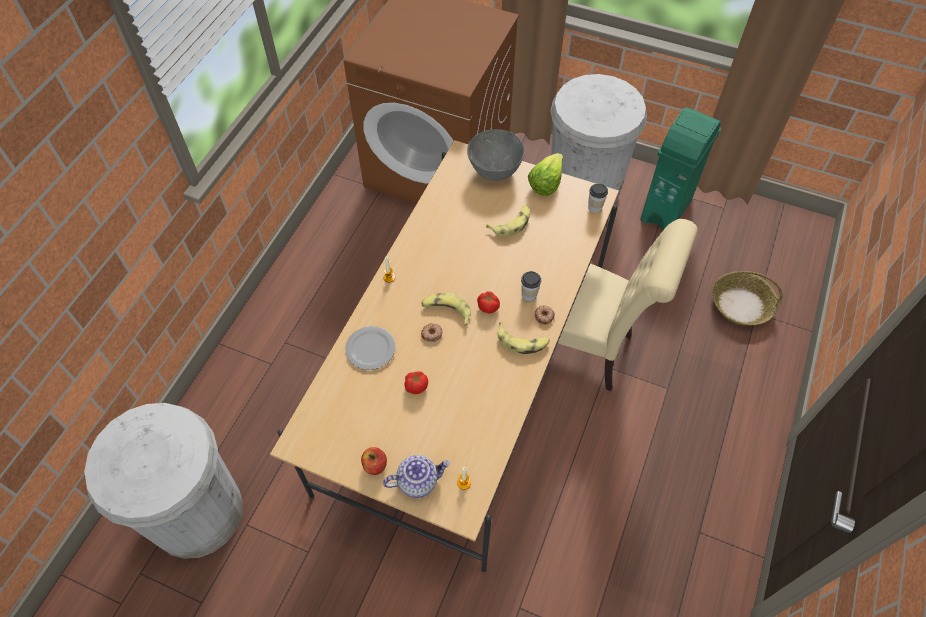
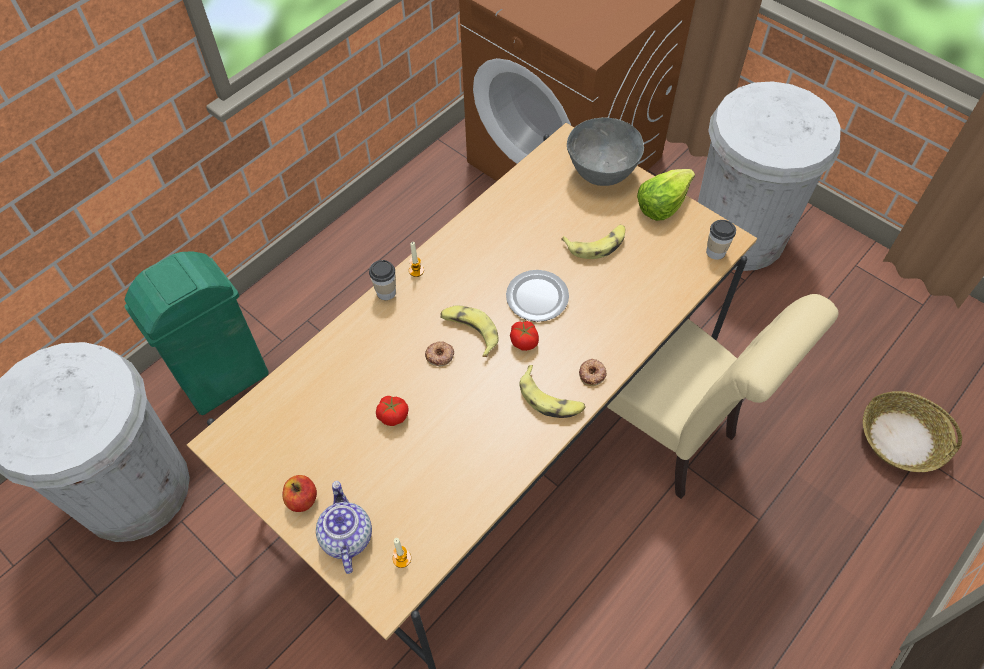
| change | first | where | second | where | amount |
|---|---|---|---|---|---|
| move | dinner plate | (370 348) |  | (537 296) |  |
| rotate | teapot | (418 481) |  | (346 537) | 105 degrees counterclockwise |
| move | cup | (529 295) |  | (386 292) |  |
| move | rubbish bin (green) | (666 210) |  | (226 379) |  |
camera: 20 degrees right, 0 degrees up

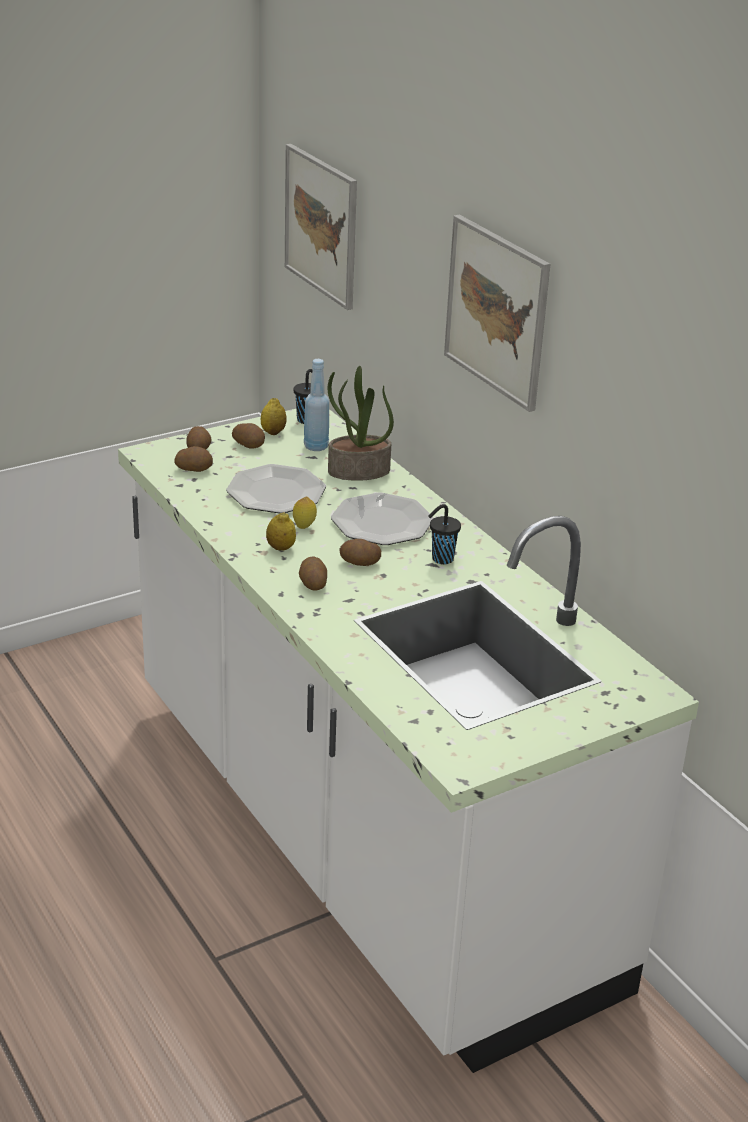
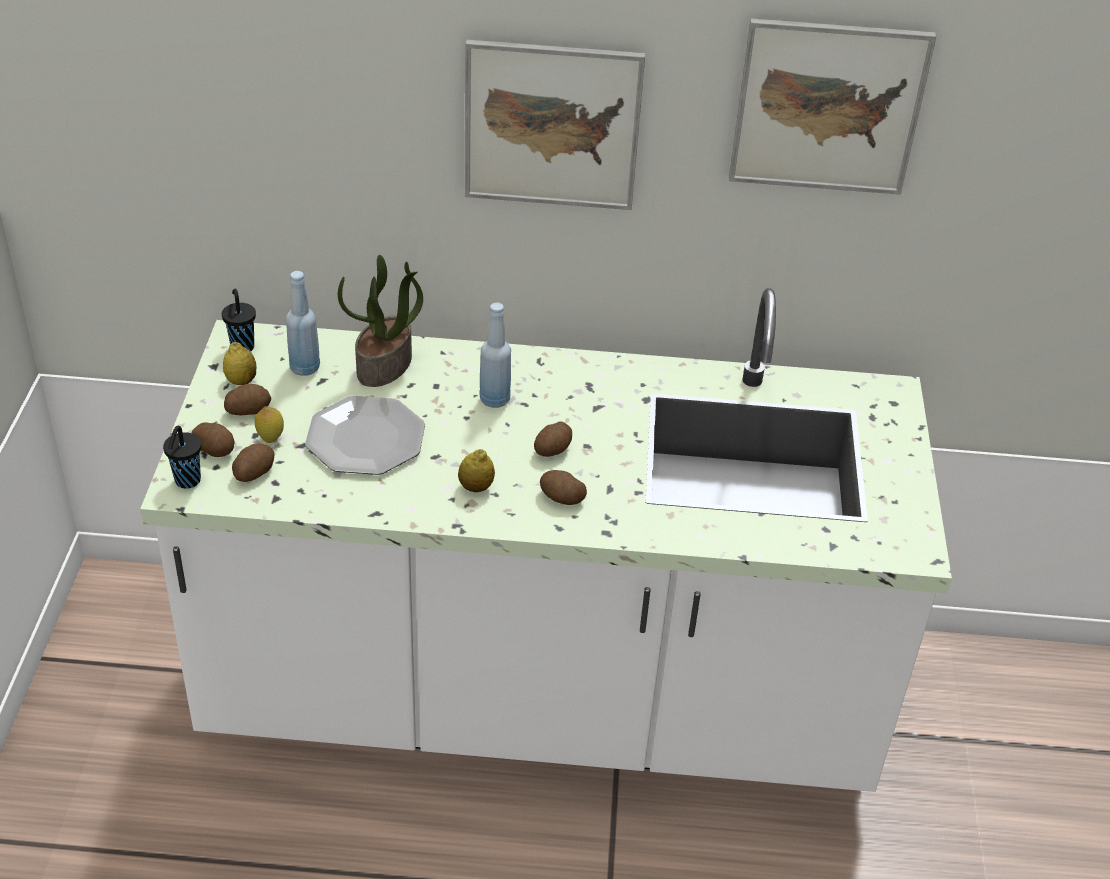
| change | first | where | second | where | amount |
|---|---|---|---|---|---|
| move | wall art | (321 225) |  | (828 107) |  |
| move | lemon | (304 527) |  | (271 439) |  |
| replace | dinner plate | (381 522) | beverage bottle (blue) | (494 399) |  |
| move | cup (black) | (441 559) |  | (187 481) |  |
camera: 55 degrees left, 10 degrees up

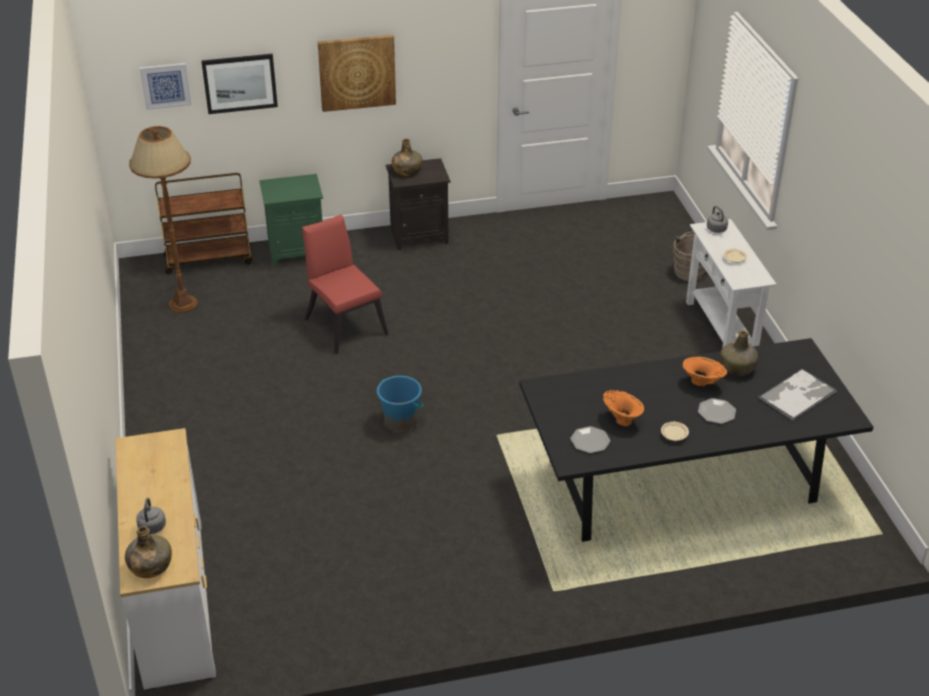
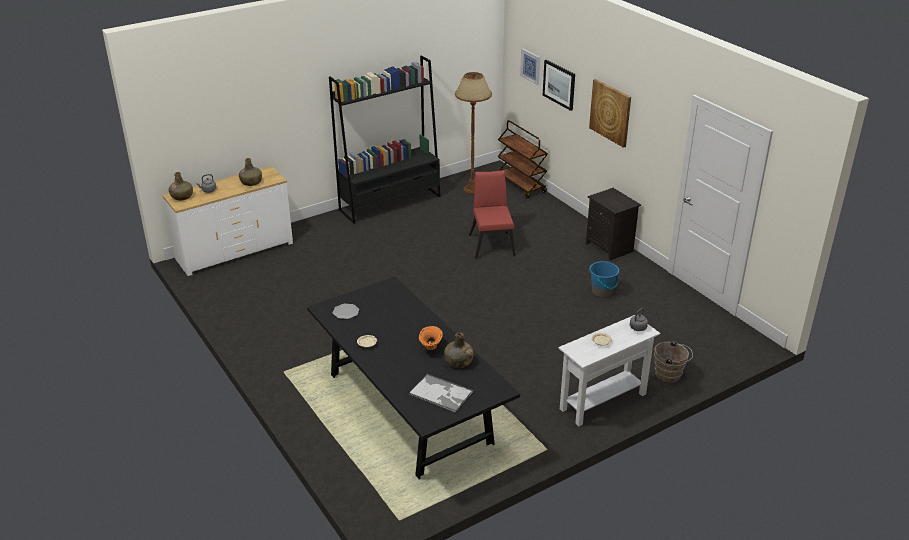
| change | first | where | second | where | amount |
|---|---|---|---|---|---|
| delete | night table (green) | (297 251) |  |  |  |
| rotate | chair (reddish) | (344 323) |  | (491 243) | 45 degrees counterclockwise |
| move | bucket (blue) | (400 421) |  | (602 292) |  |
| move | beverage bottle (green) | (407 171) |  | (251 182) |  |
| delete | flower vase (orange) | (621 419) |  |  |  |
| delete | dinner plate | (716 412) |  |  |  |
| insert |  |  | bookshelf (black) | (390 203) |  |
camera: 70 degrees right, 5 degrees down

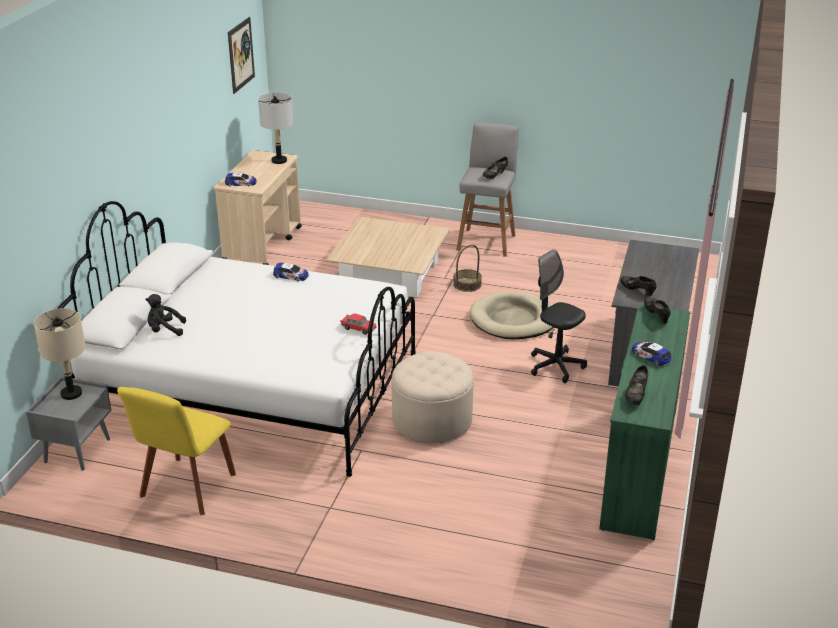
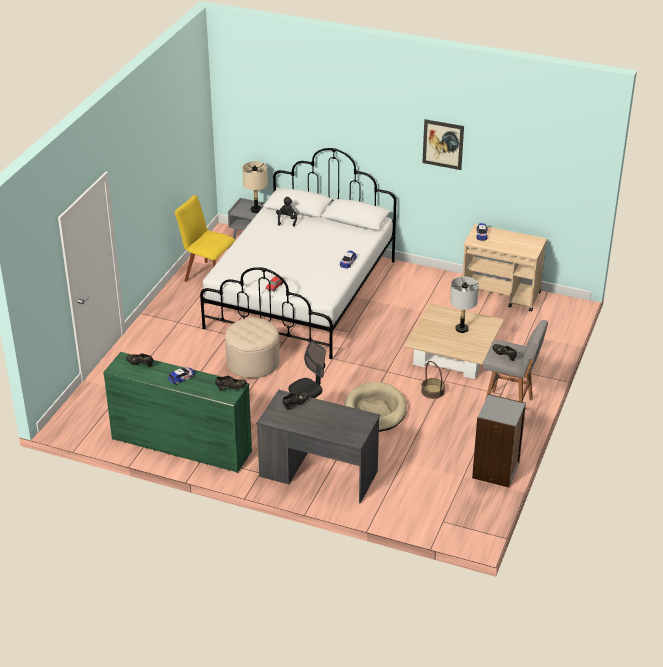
| change | first | where | second | where | amount |
|---|---|---|---|---|---|
| move | wall art | (241 55) |  | (443 144) |  |
| move | table lamp (greyish) | (279 161) |  | (461 329) |  |
| insert |  |  | bookshelf (greyish) | (496 470) |  |
camera: 95 degrees right, 5 degrees up

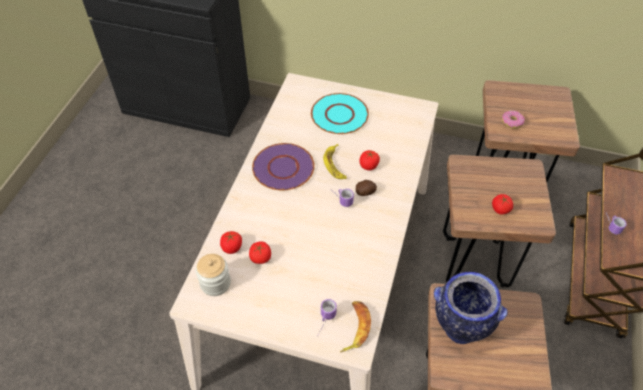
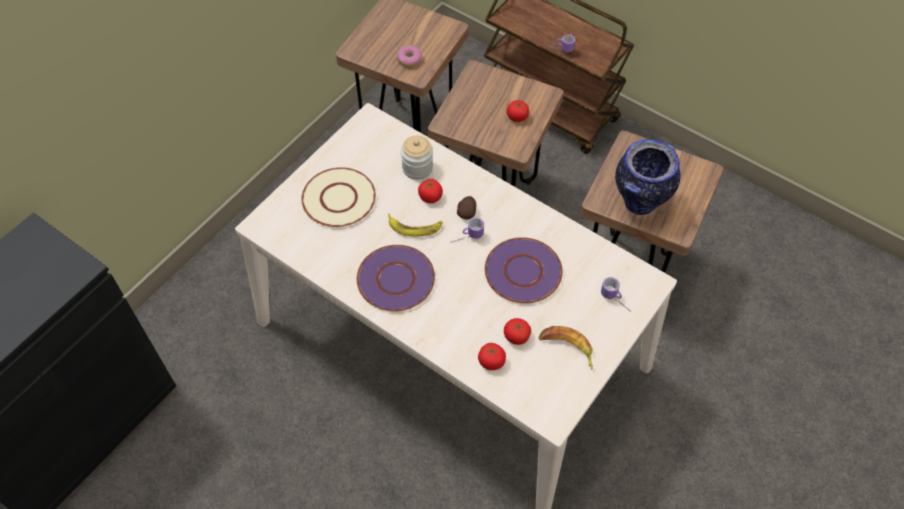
| change | first | where | second | where | amount |
|---|---|---|---|---|---|
| move | jar | (215 283) |  | (417 168) |  |
| recolor | dinner plate (turquoise) | (340 115) | dinner plate (beige-coloured) | (339 198) |  |
| move | banana fruit | (355 328) |  | (567 348) |  |
| insert |  |  | dinner plate (purple-coloured) | (522 272) |  |
camera: 70 degrees left, 5 degrees up

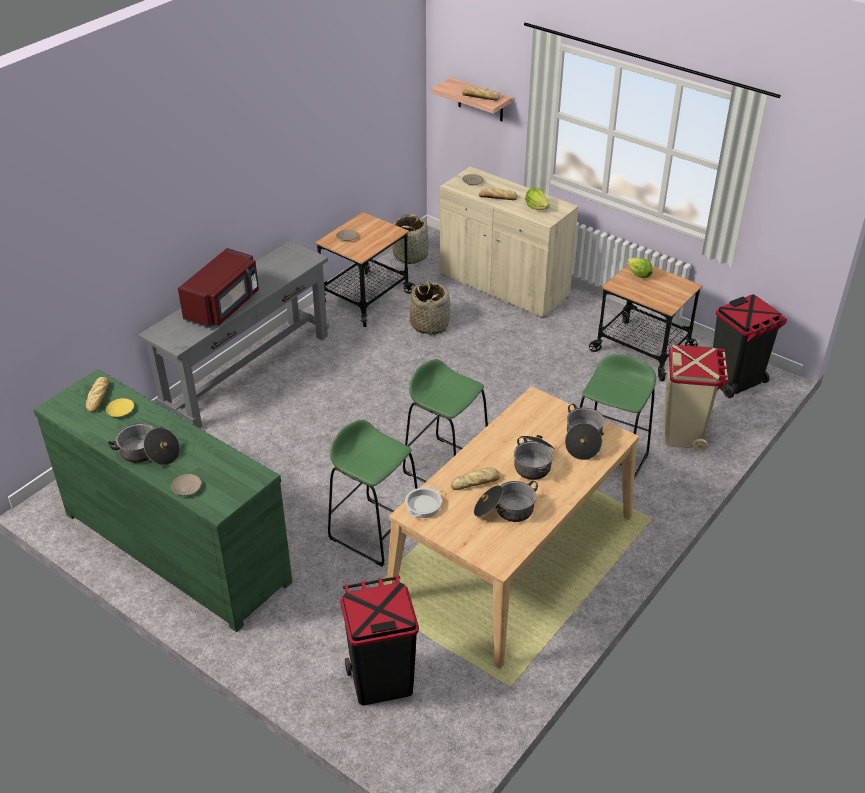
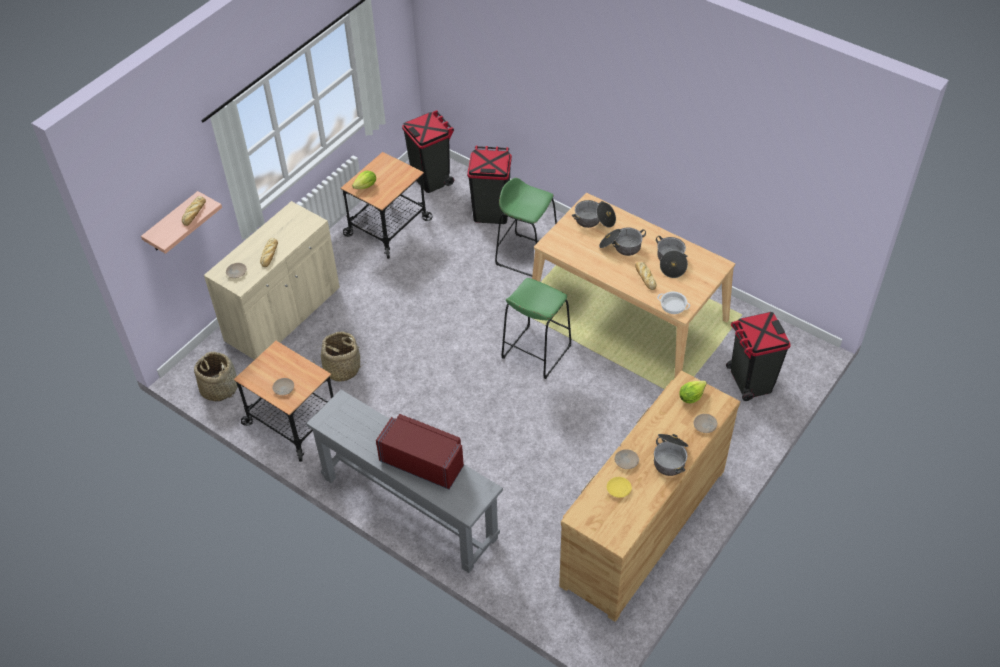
| change | first | where | second | where | amount |
|---|---|---|---|---|---|
| recolor | dresser (green) | (177 546) | dresser (brownish) | (642 526) |  |
| delete | bread | (98 398) |  |  |  |
| delete | stool (green) | (375 531) |  |  |  |
| move | lettuce | (536 207) |  | (691 397) |  |
| recolor | rubbish bin (beige-coloured) | (683 432) | rubbish bin (black) | (491 212) |  |
| insert |  |  | dinner plate (beige-coloured) | (626 461) |  |
camera: 90 degrees left, 10 degrees up

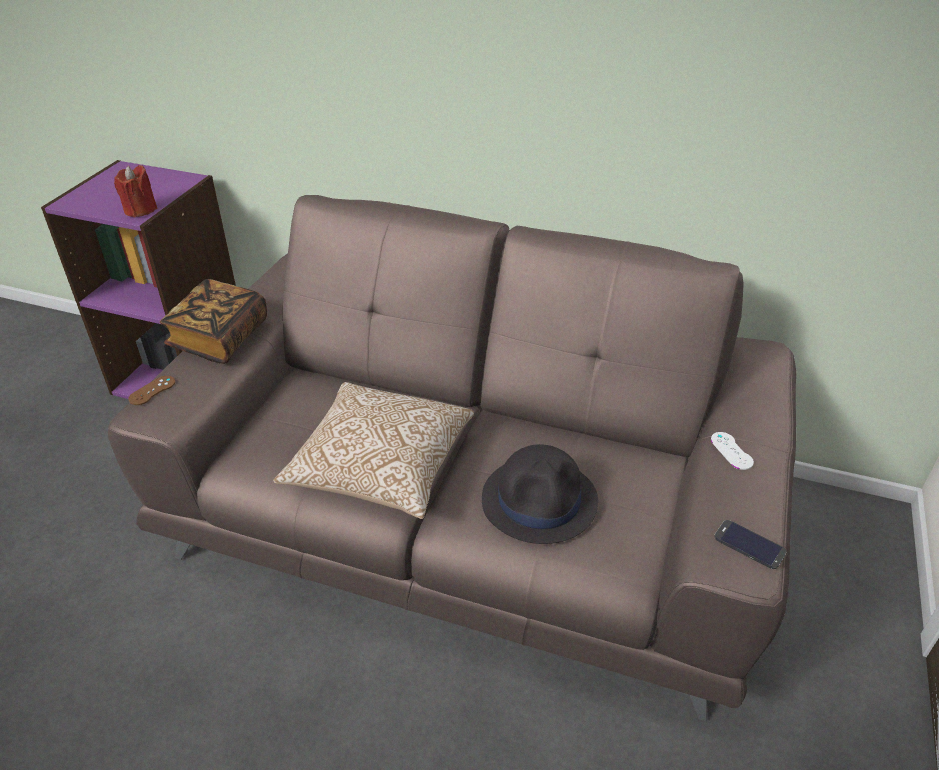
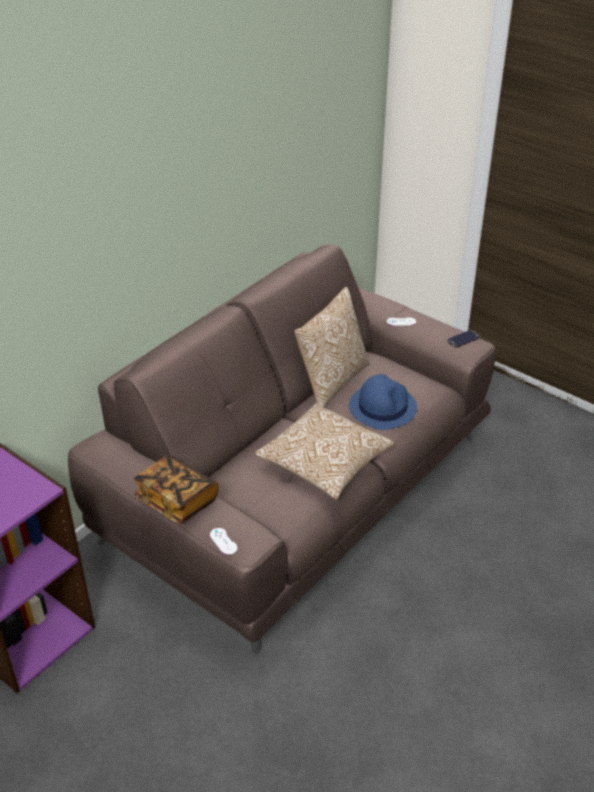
| change | first | where | second | where | amount |
|---|---|---|---|---|---|
| delete | wax candle (reddish) | (140 210) |  |  |  |
| recolor | gamepad (brownish) | (152 390) | gamepad (whitish) | (223 541) |  |
| recolor | clothing hat (black) | (540 500) | clothing hat (blue) | (382 407) |  |
| insert |  |  | cushion | (331 382) |  |
camera: 70 degrees left, 0 degrees up

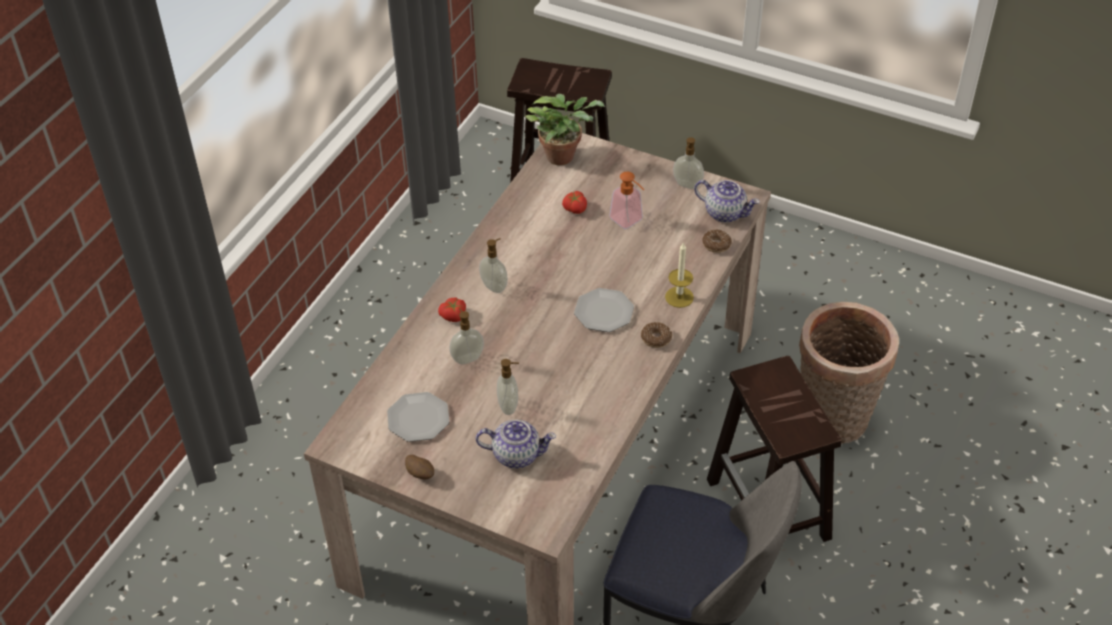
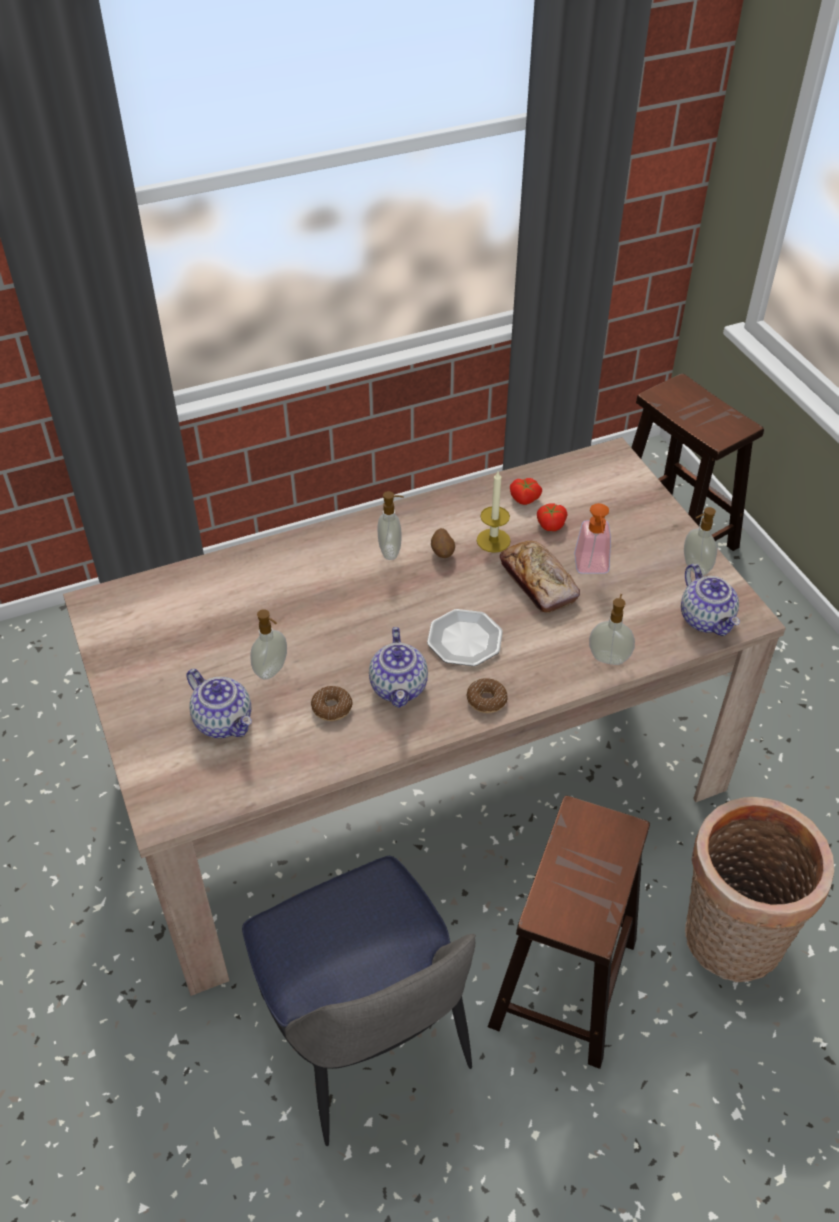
| change | first | where | second | where | amount |
|---|---|---|---|---|---|
| delete | dinner plate | (419 419) |  |  |  |
| move | spud | (420 474) |  | (442 553) |  |
| move | fresh tomato | (453 316) |  | (524 499) |  |
| move | soap dispenser | (467 358) |  | (609 657) |  |
| delete | houseplant | (564 155) |  |  |  |
| move | wax candle | (679 297) |  | (493 540) |  |
| move | doughnut | (716 244) |  | (332 708) |  |
| insert |  |  | teapot | (399 687) |  |
| insert |  |  | bread | (538 583) |  |
camera: 40 degrees right, 0 degrees up

